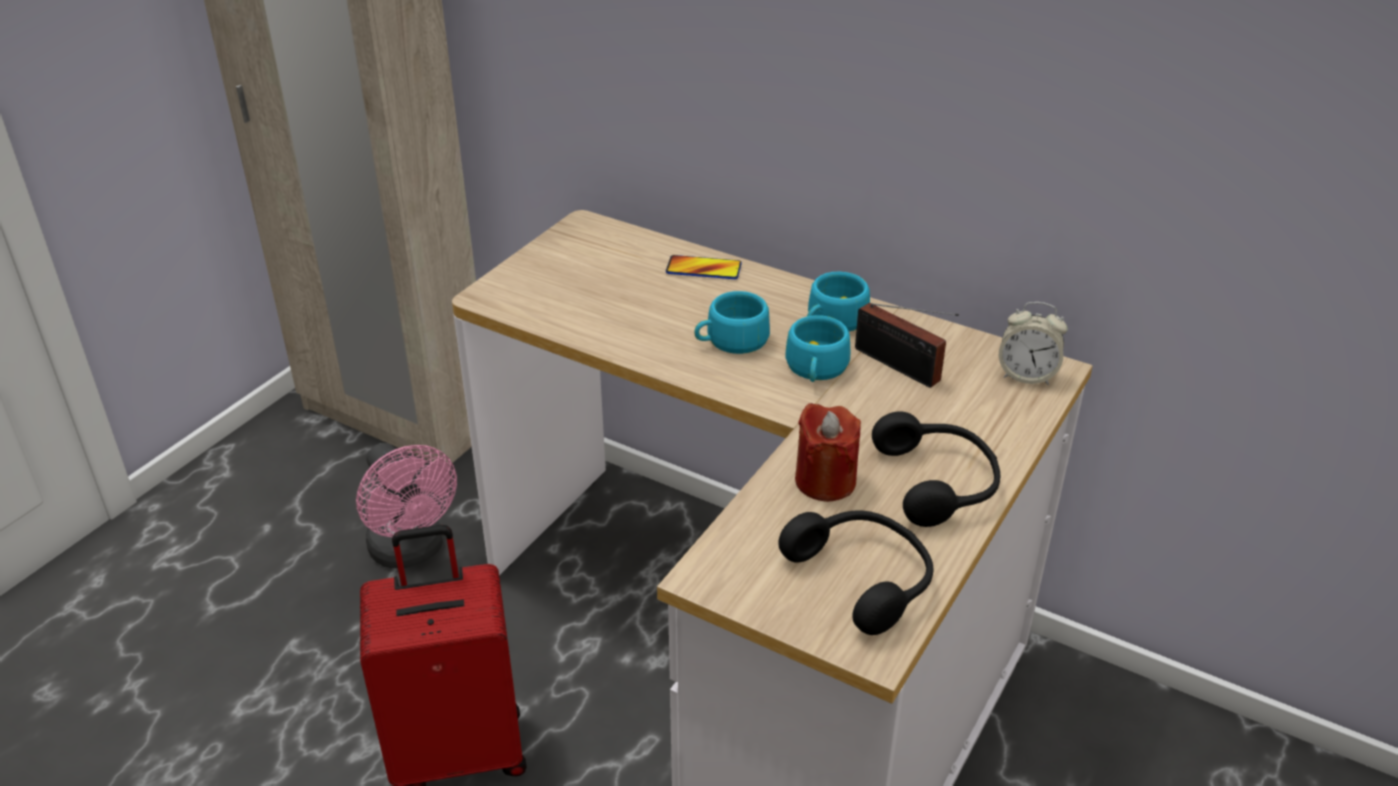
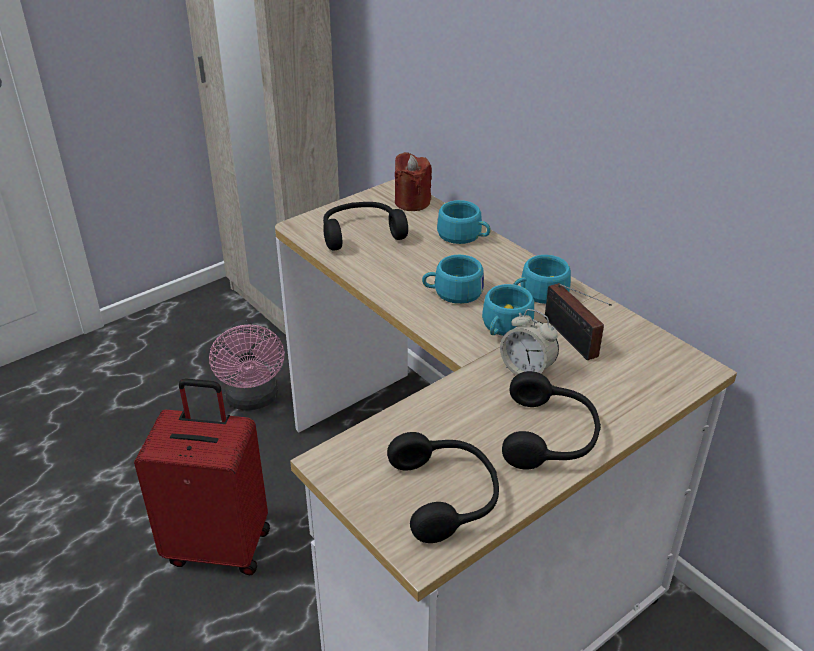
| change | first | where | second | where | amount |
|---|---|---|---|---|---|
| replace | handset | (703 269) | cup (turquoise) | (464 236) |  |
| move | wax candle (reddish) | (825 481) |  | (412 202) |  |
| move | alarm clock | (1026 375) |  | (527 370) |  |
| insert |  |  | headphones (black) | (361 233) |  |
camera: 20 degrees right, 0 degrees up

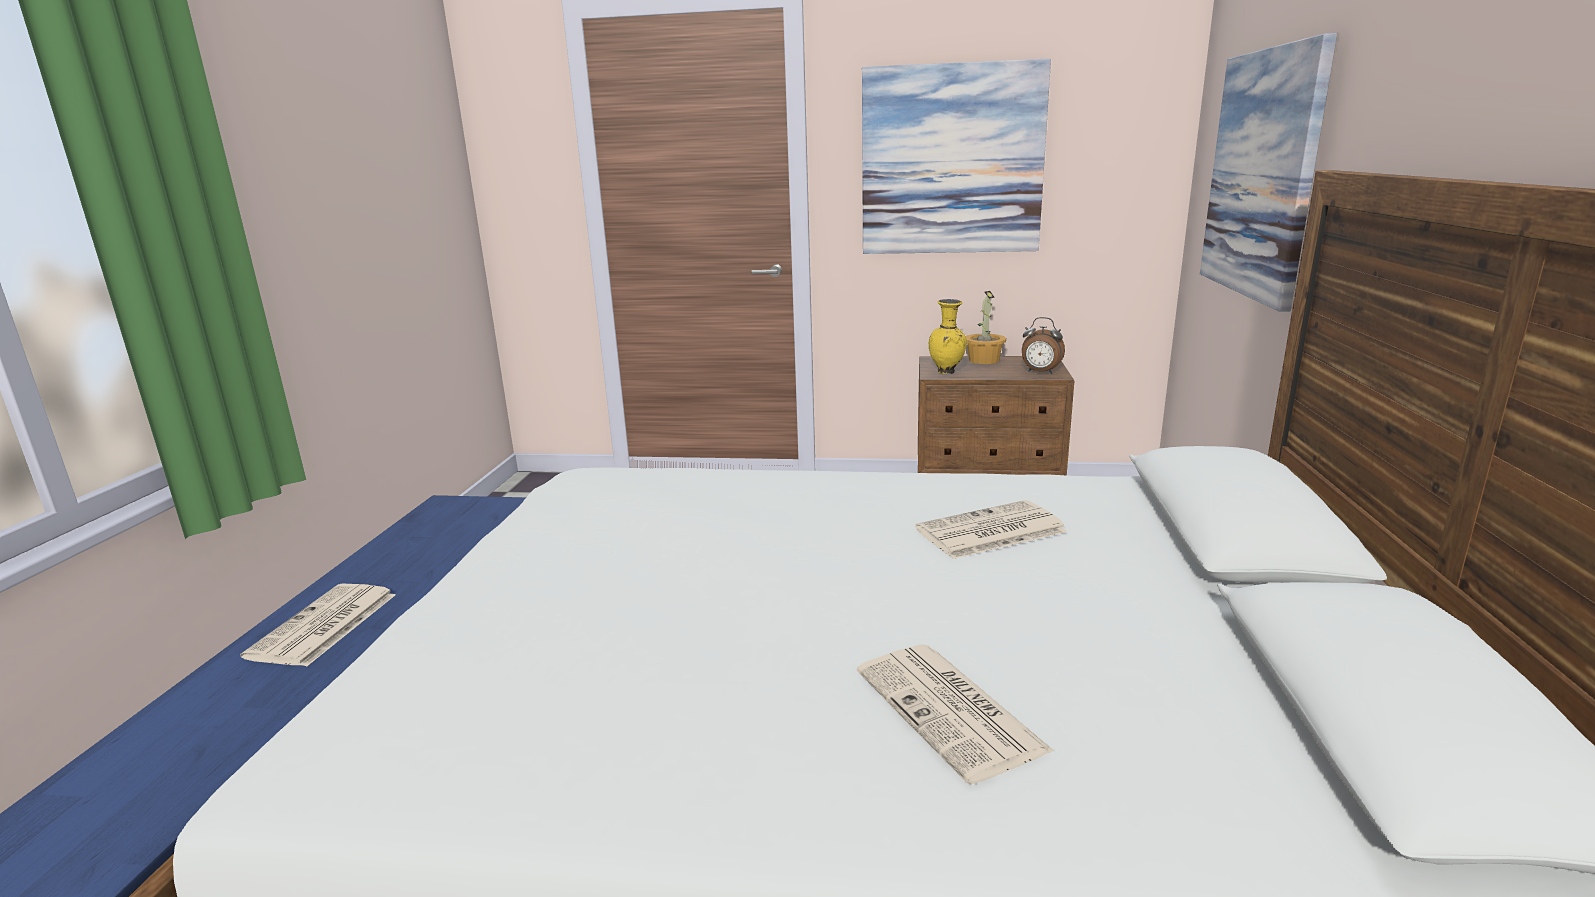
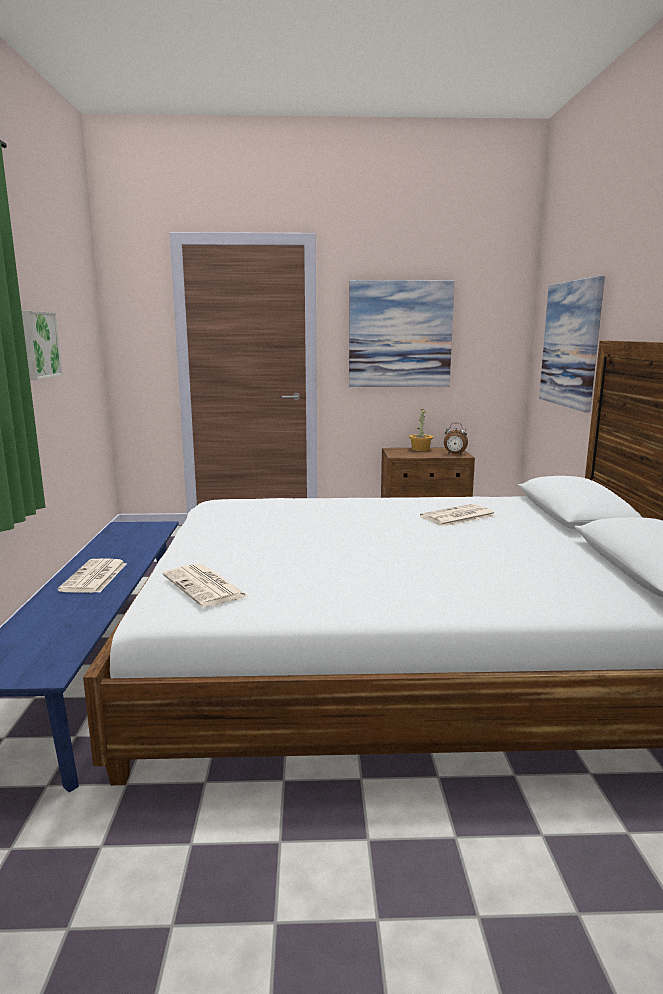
| change | first | where | second | where | amount |
|---|---|---|---|---|---|
| move | newspaper | (952 711) |  | (205 586) |  |
| delete | flower vase (yellow-coloured) | (947 372) |  |  |  |
| insert |  |  | wall art | (38 345) |  |
camera: 10 degrees left, 5 degrees down

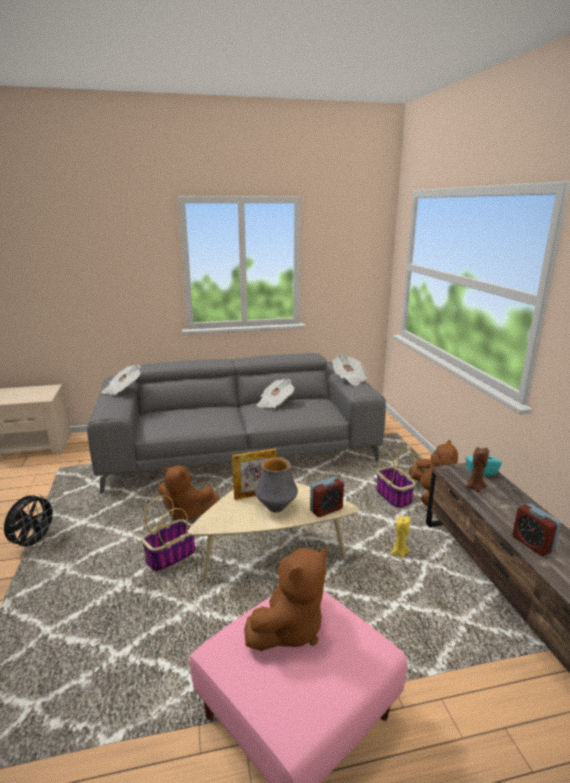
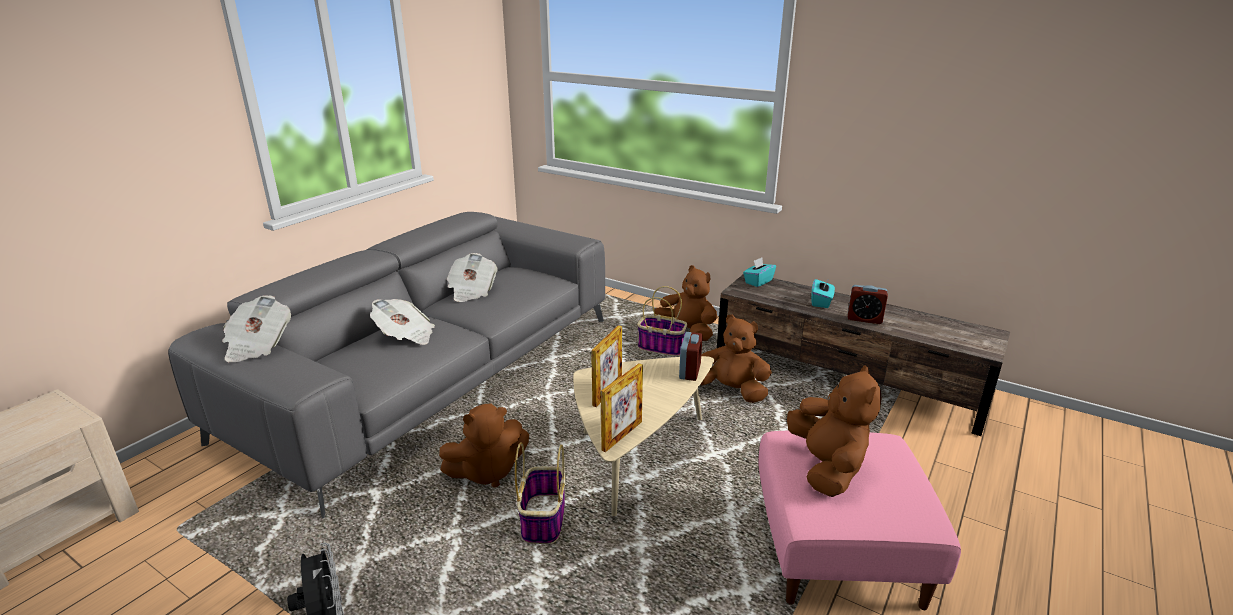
| change | first | where | second | where | amount |
|---|---|---|---|---|---|
| delete | flower vase | (276 508) |  |  |  |
| move | newspaper | (349 379) |  | (405 336) |  |
| replace | wax candle (yellow-coloured) | (399 553) | cuddly toy (brownish) | (731 391) |  |
| delete | wax candle (brownish) | (474 487) |  |  |  |
| insert |  |  | photo frame | (622 435) |  |
| insert |  |  | box of tissues (turquoise) | (821 302) |  |
camera: 45 degrees left, 5 degrees up

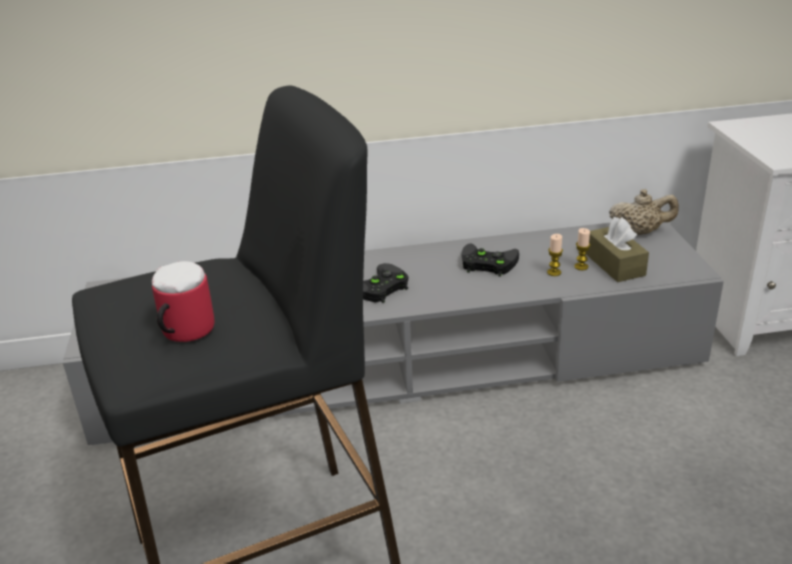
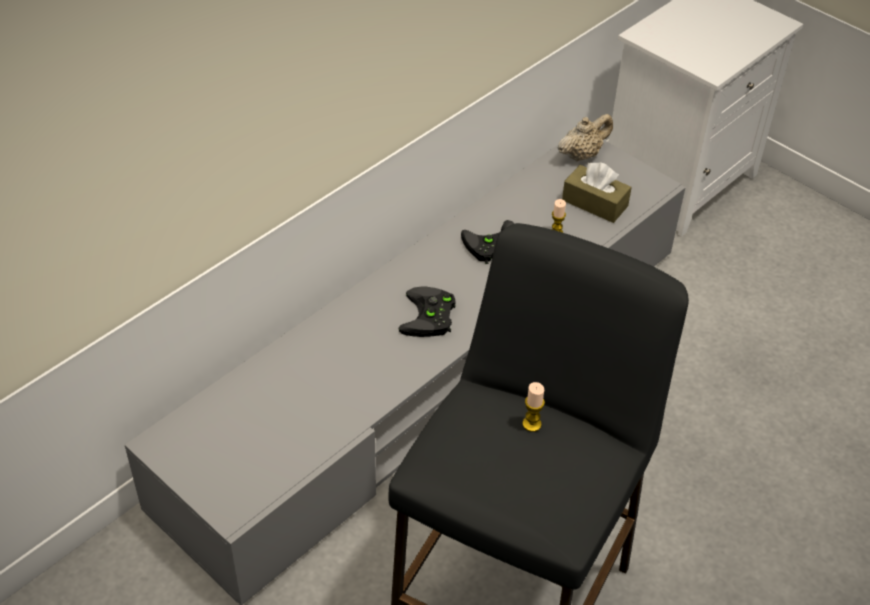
| change | first | where | second | where | amount |
|---|---|---|---|---|---|
| delete | tea mug | (182 332) |  |  |  |
| move | wax candle | (581 267) |  | (531 424) |  |
camera: 40 degrees left, 15 degrees up

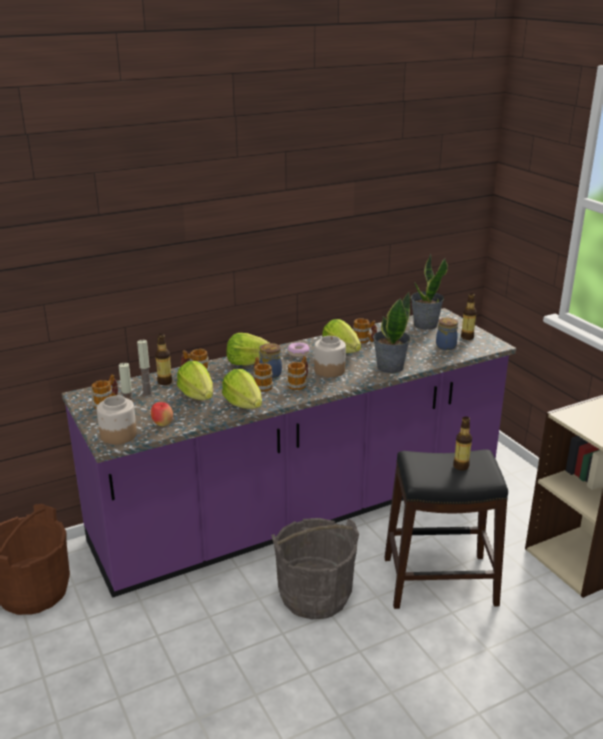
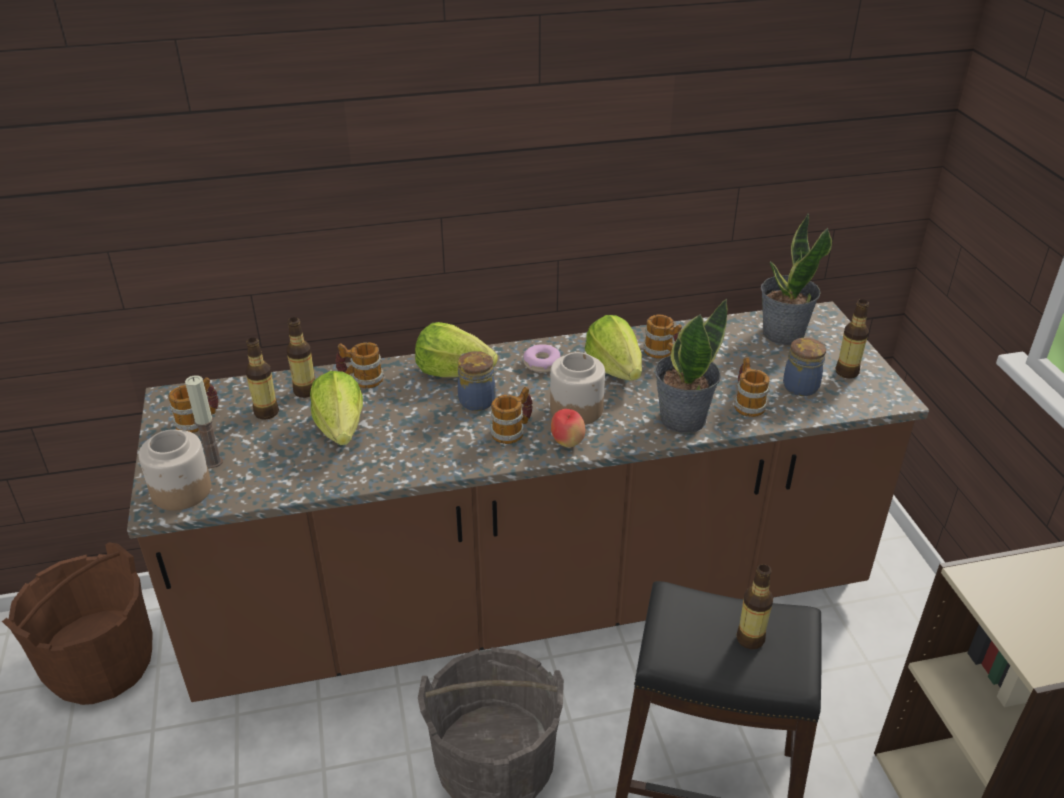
| change | first | where | second | where | amount |
|---|---|---|---|---|---|
| recolor | kitchen counter (purple-coloured) | (301 510) | kitchen counter (brownish) | (532 599) |  |
| replace | wax candle | (147 394) | beverage bottle | (266 412) |  |
| move | apple fruit | (162 424) |  | (567 443) |  |
| delete | lettuce | (243 404) |  |  |  |
| move | tea mug | (261 385) |  | (747 403) |  |
camera: 15 degrees right, 10 degrees up

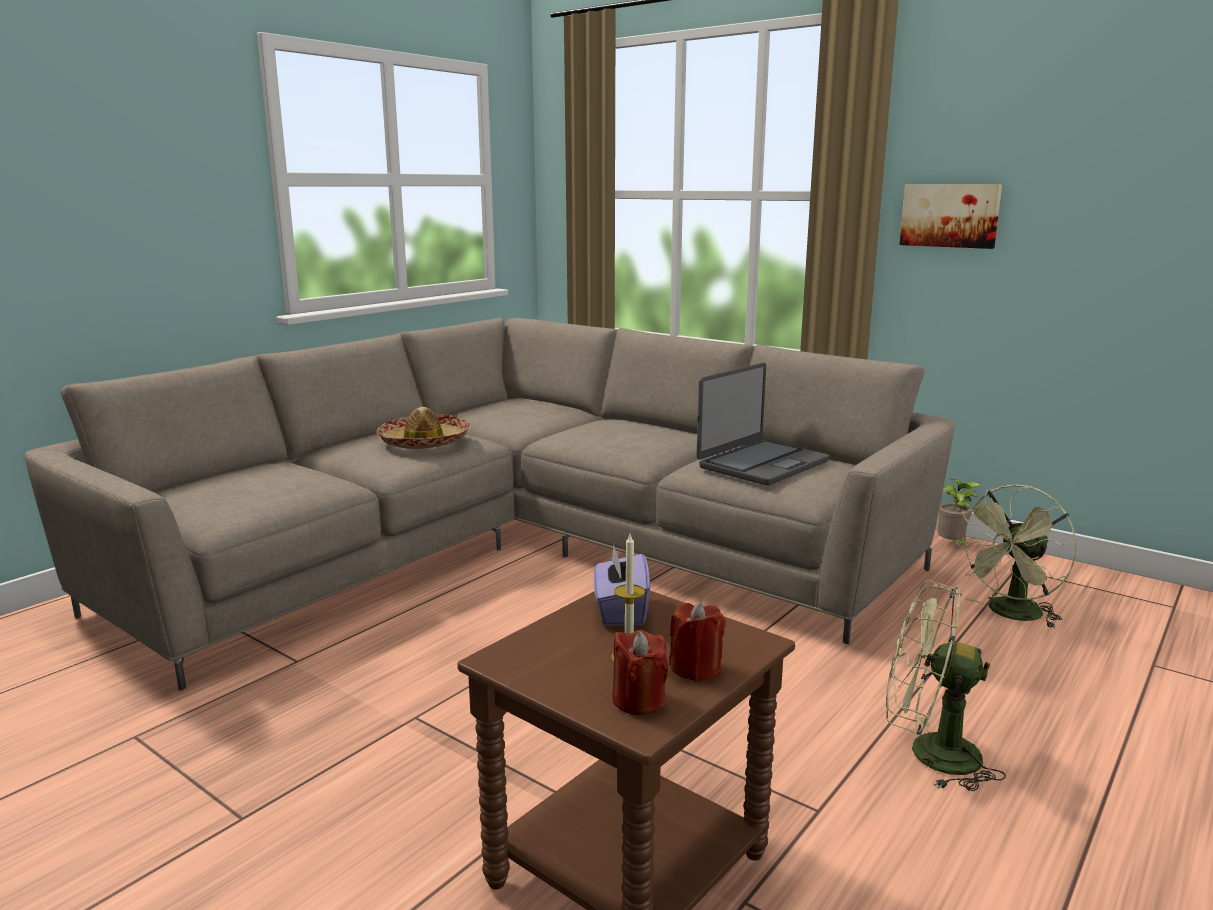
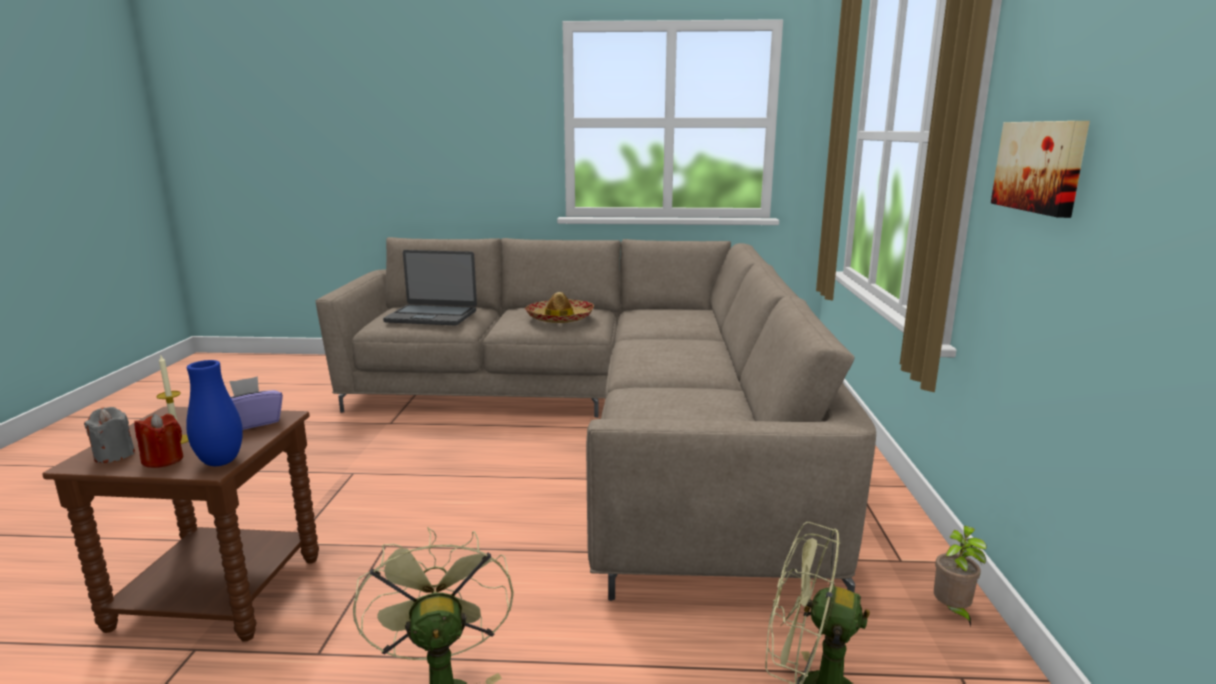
| change | first | where | second | where | amount |
|---|---|---|---|---|---|
| recolor | wax candle (reddish) | (638 700) | wax candle (greyish) | (114 455) |  |
| move | notebook computer | (762 464) |  | (432 316) |  |
| insert |  |  | flower vase (blue) | (220 462) |  |
camera: 55 degrees right, 0 degrees up

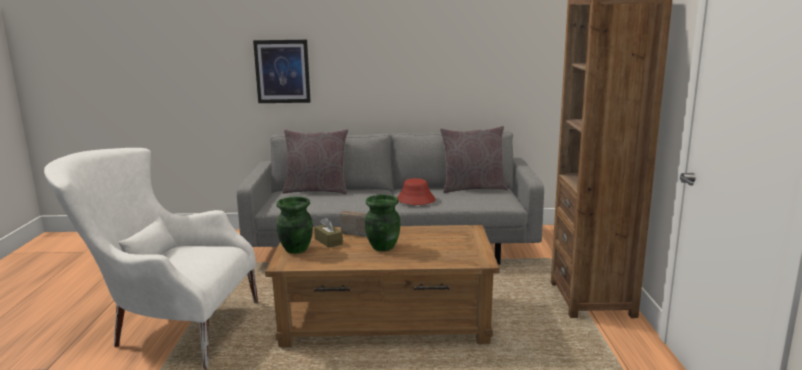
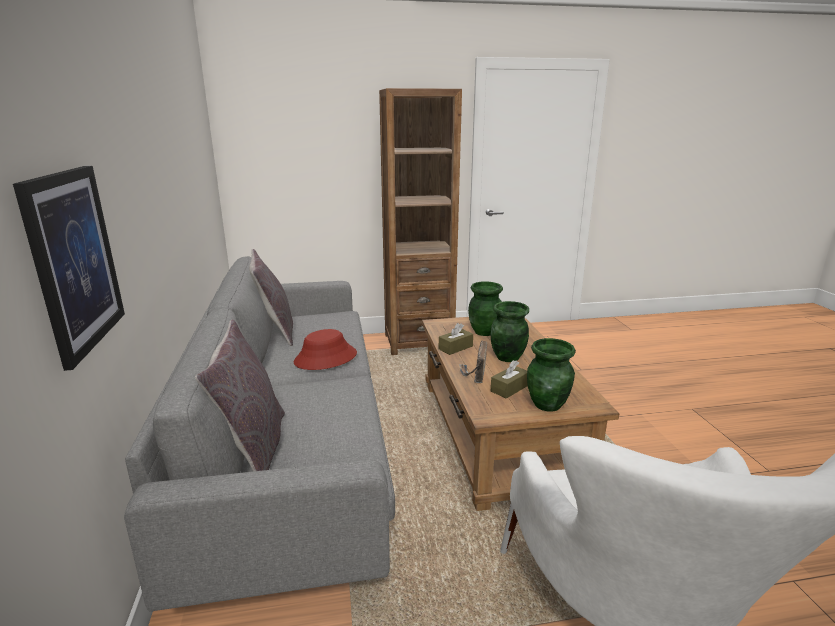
| change | first | where | second | where | amount |
|---|---|---|---|---|---|
| insert |  |  | box of tissues (brownish) | (455 347) |  |
| insert |  |  | flower vase (green) | (484 332) |  |
camera: 100 degrees left, 5 degrees up

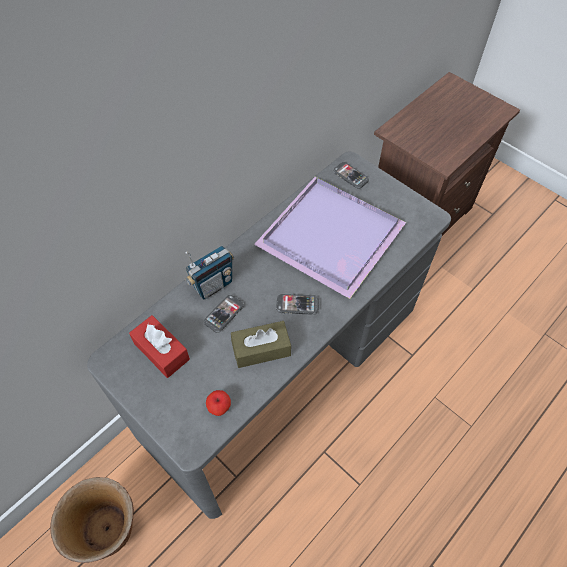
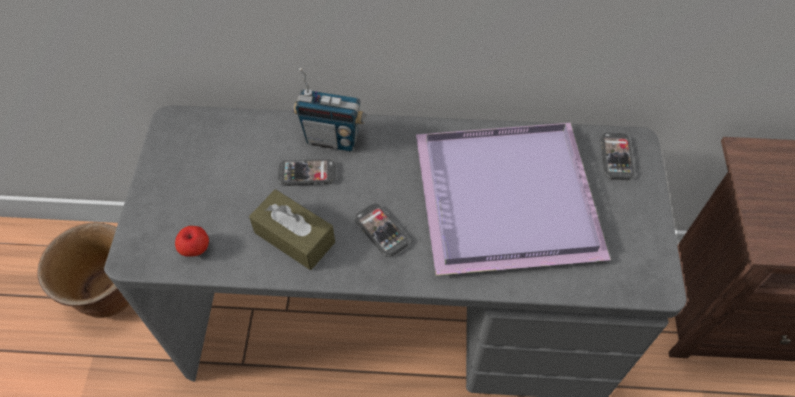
| change | first | where | second | where | amount |
|---|---|---|---|---|---|
| delete | box of tissues (reddish) | (161 351) |  |  |  |
camera: 50 degrees right, 0 degrees up

